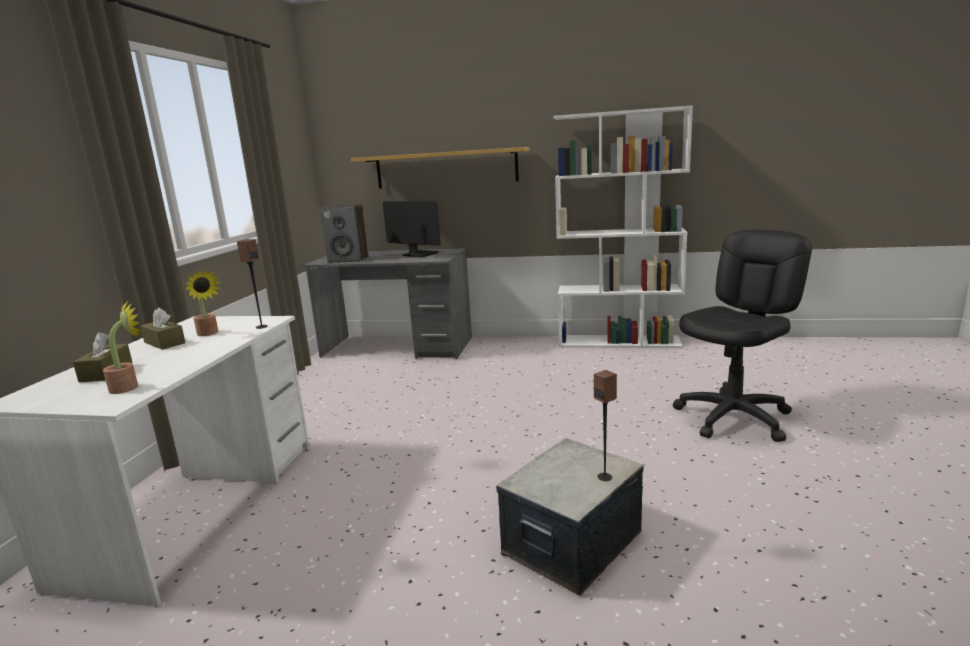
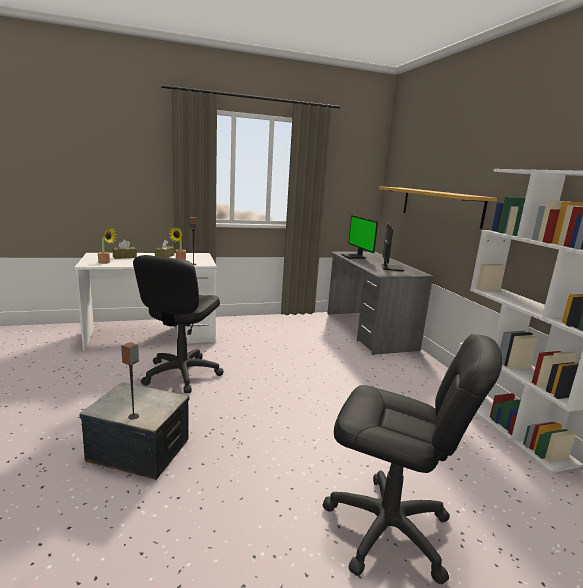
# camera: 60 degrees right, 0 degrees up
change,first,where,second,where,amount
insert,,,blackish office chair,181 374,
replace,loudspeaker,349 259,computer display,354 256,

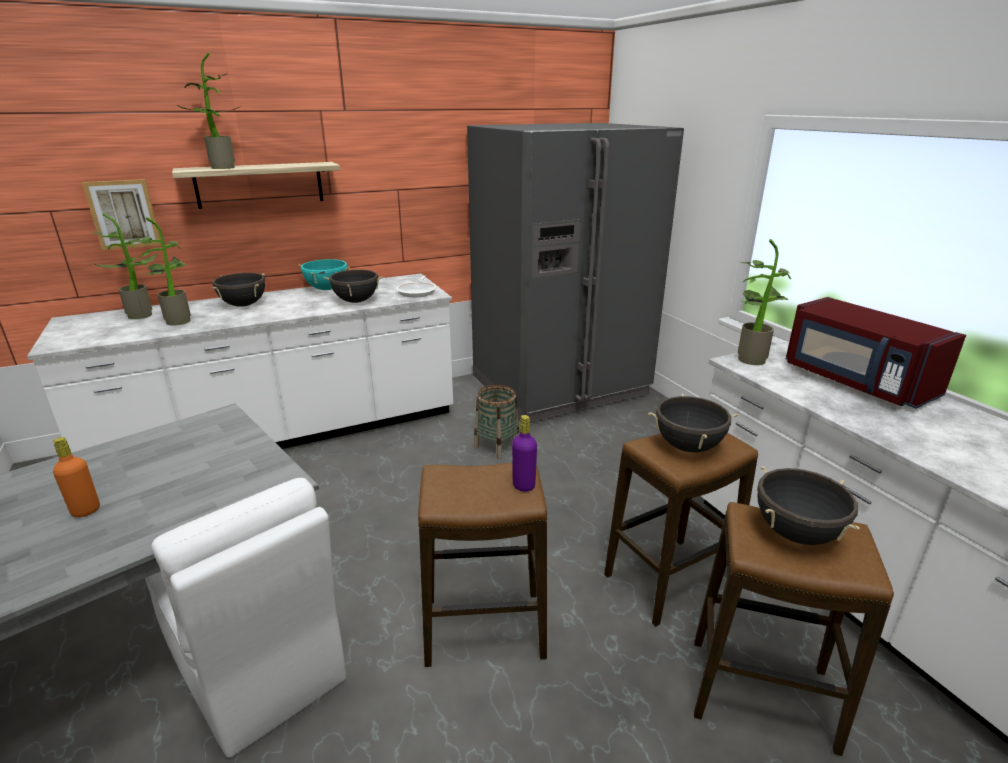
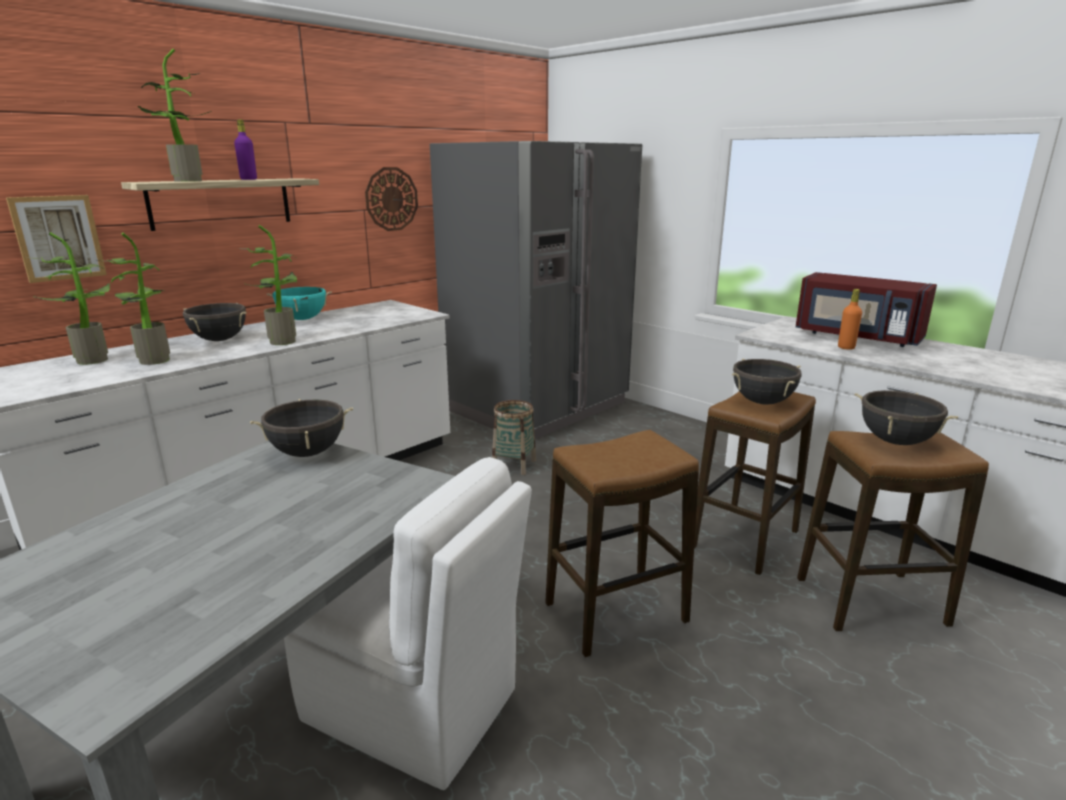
# camera: 20 degrees left, 5 degrees down
change,first,where,second,where,amount
move,purple-coloured beverage bottle,523 485,,248 179,
move,plant in a pot,749 358,,282 341,
move,blackish cooking pot,356 301,,308 453,
insert,,,clock on the wall,391 199,
move,orangey beverage bottle,86 510,,846 347,
delete,pan,417 291,,,

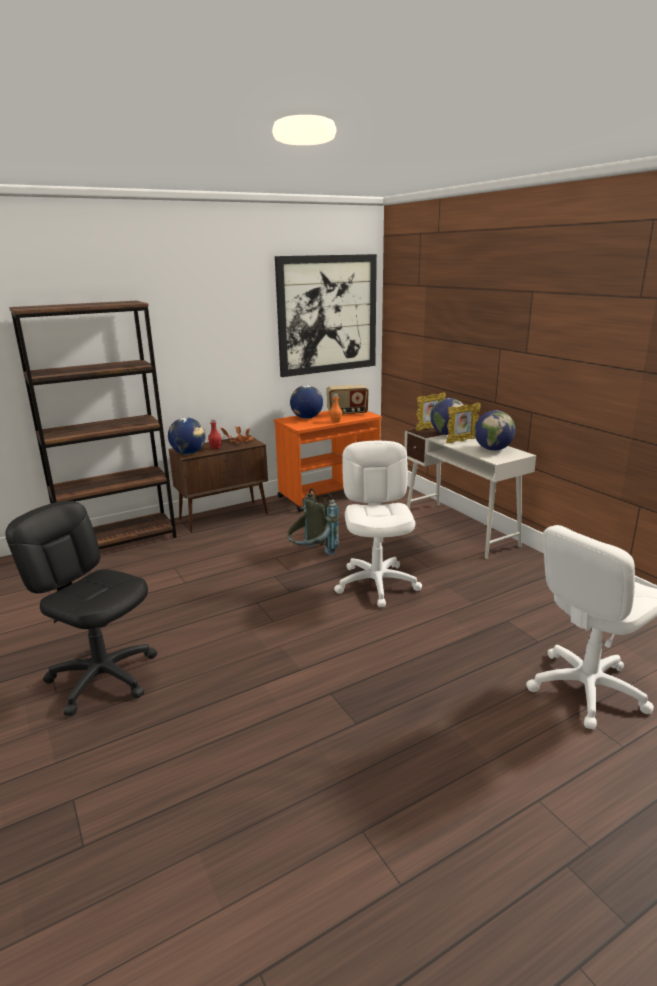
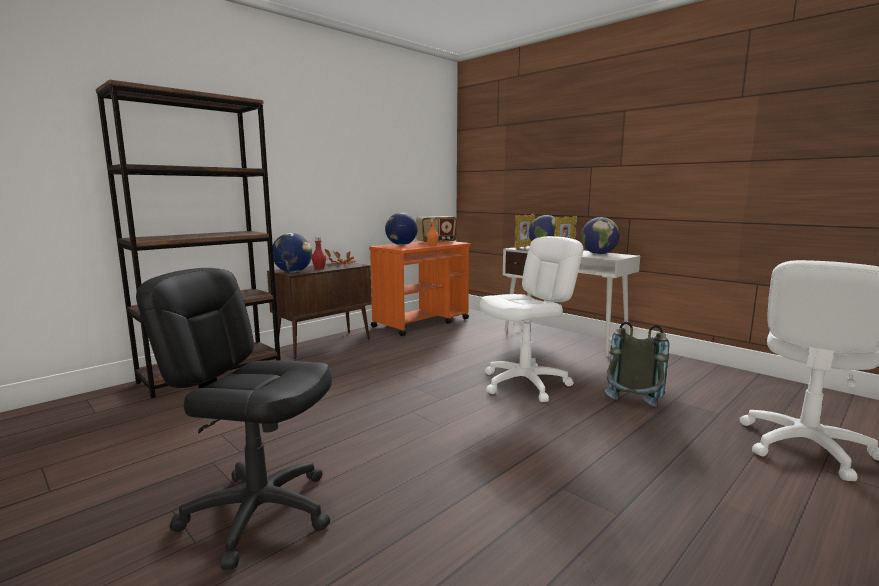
# camera: 15 degrees left, 10 degrees down
change,first,where,second,where,amount
rotate,white-coloured office chair,377 584,,525 384,75 degrees clockwise
move,grey rucksack,311 555,,632 409,
delete,wall picture,327 314,,,

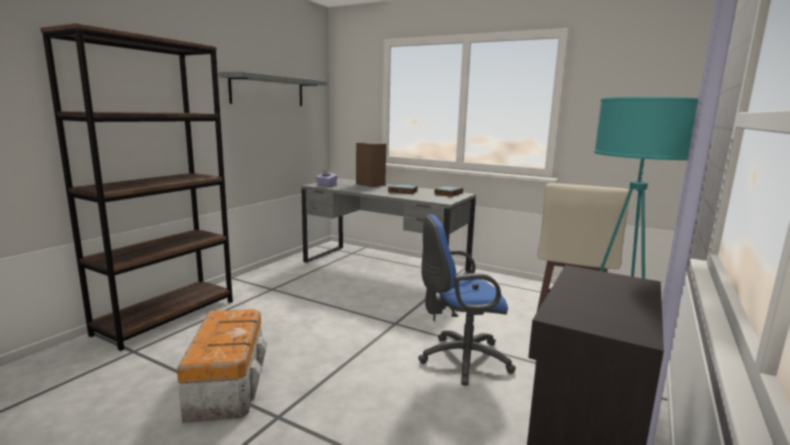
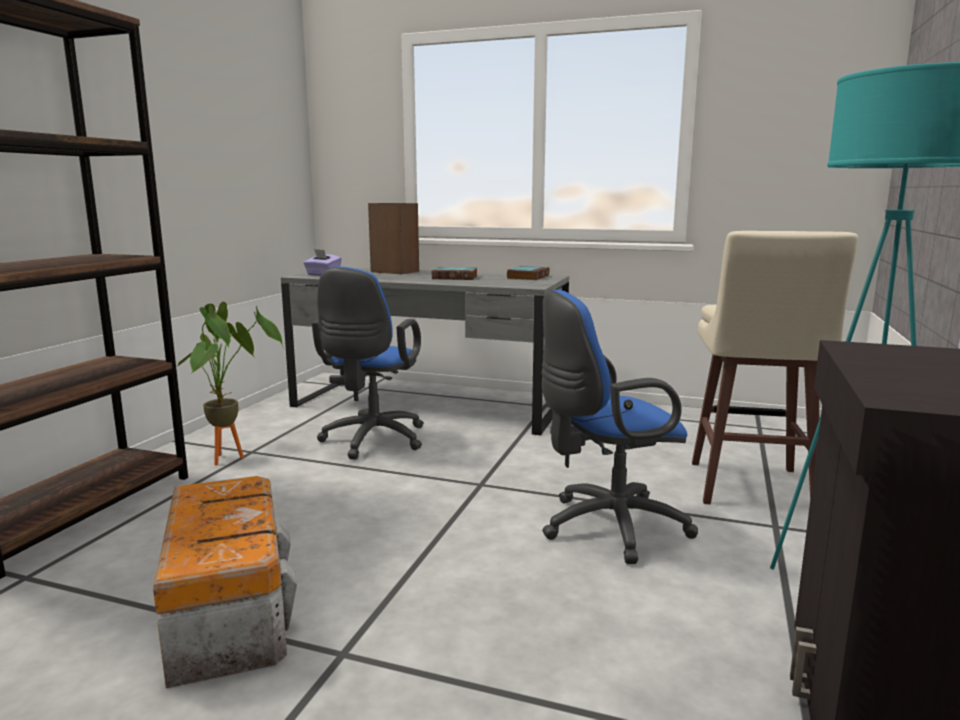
# camera: 10 degrees left, 0 degrees up
change,first,where,second,where,amount
insert,,,plant in a pot,232 456,
insert,,,blue office chair,371 441,
delete,grey bracket shelf,268 91,,,

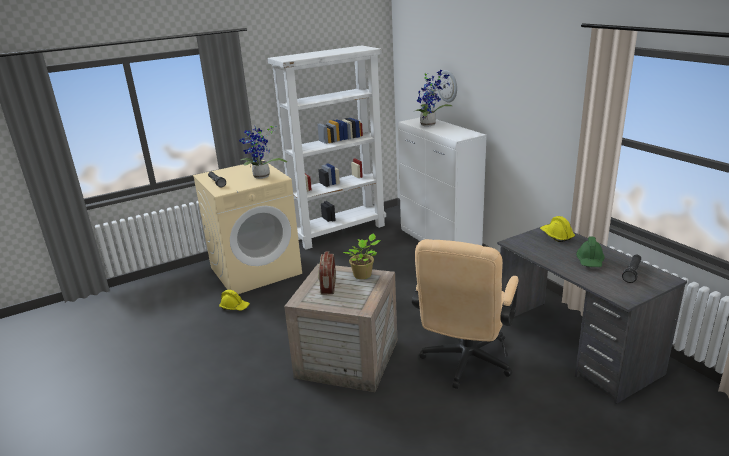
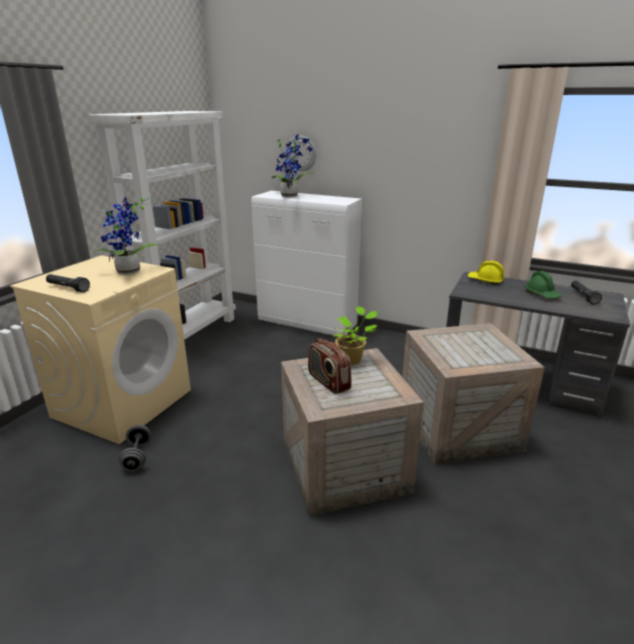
# camera: 35 degrees left, 0 degrees up
change,first,where,second,where,amount
replace,yellow safety helmet,235 307,grey free weight,137 456,
replace,beige-coloured office chair,464 363,shipping crate,457 428,

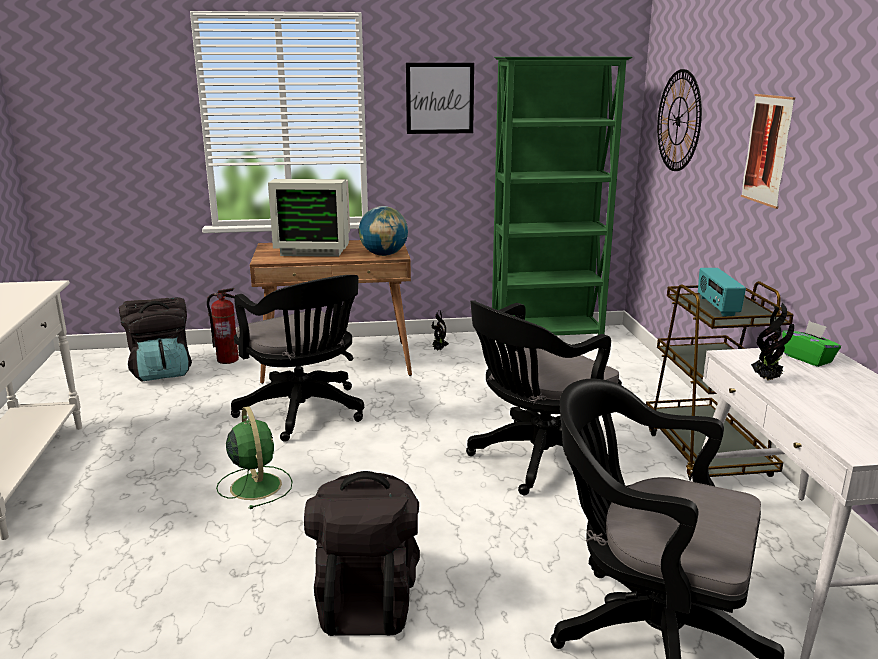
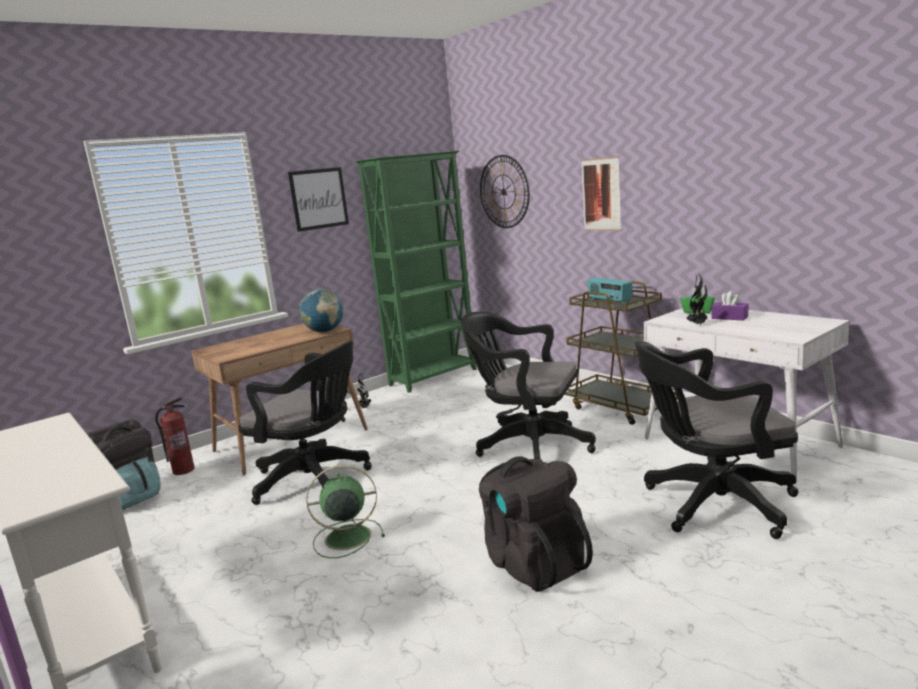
# camera: 30 degrees left, 5 degrees down
change,first,where,second,where,amount
rotate,green-coloured electric fan,255 485,,346 538,45 degrees counterclockwise
rotate,blackish office chair,536 460,,529 446,90 degrees clockwise
insert,,,purple-coloured box of tissues,729 317,
delete,computer display,315 249,,,

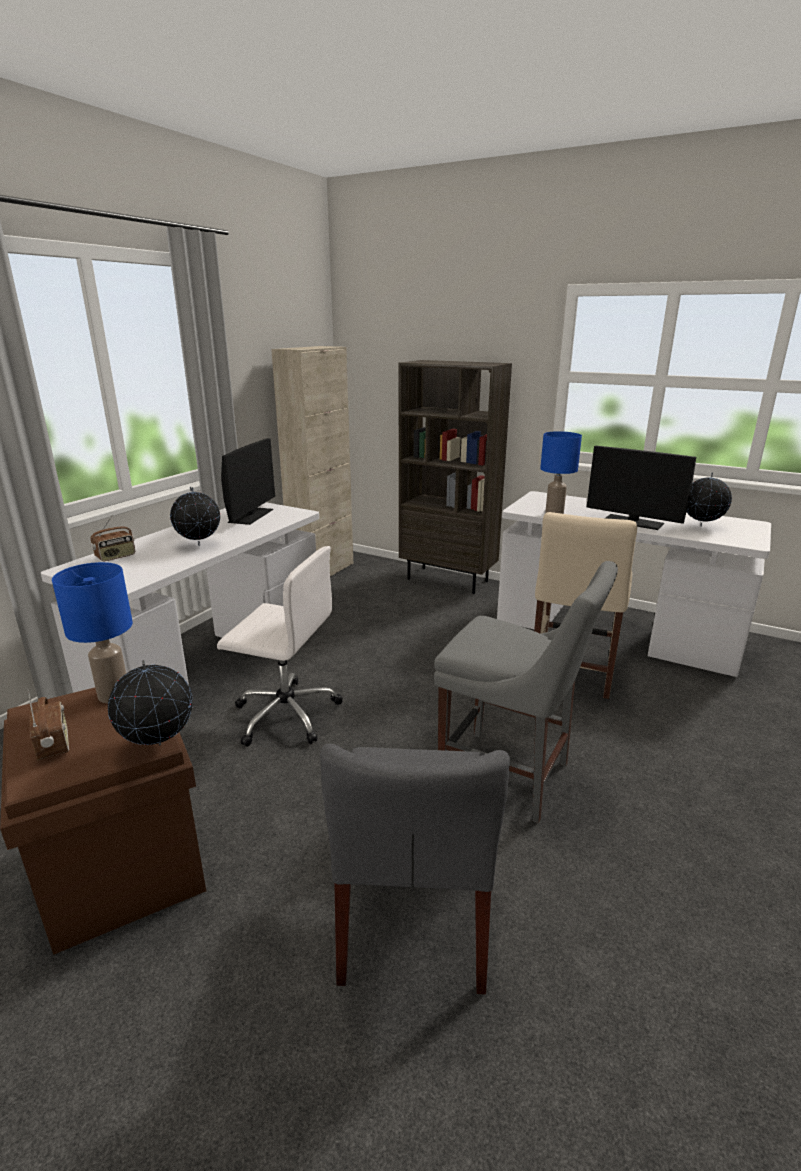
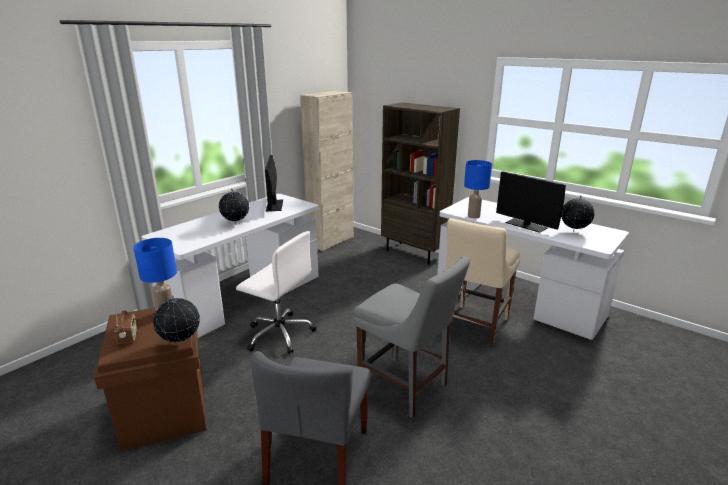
# camera: 10 degrees right, 0 degrees up
change,first,where,second,where,amount
rotate,computer display,251 516,,274 205,150 degrees clockwise
delete,radio set,116 557,,,

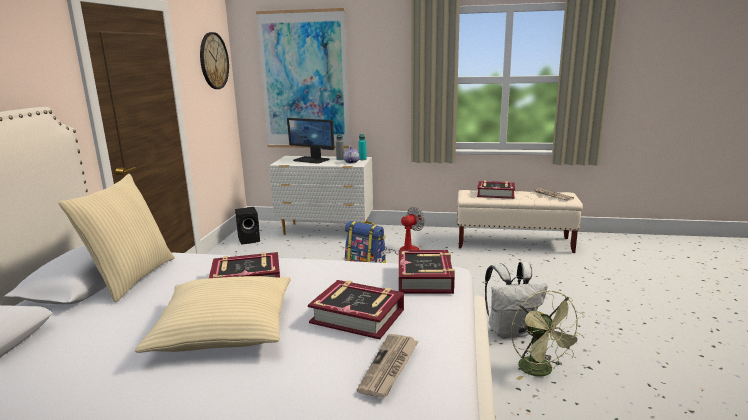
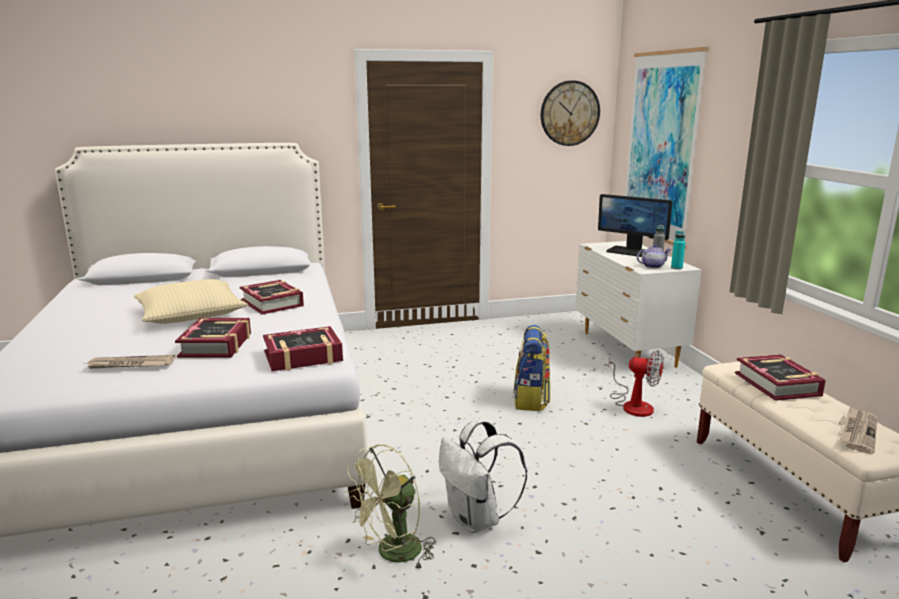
# camera: 65 degrees right, 0 degrees up
change,first,where,second,where,amount
rotate,computer display,312 160,,631 251,60 degrees counterclockwise
delete,beige-coloured pillow,131 278,,,
delete,blackish loudspeaker,250 239,,,

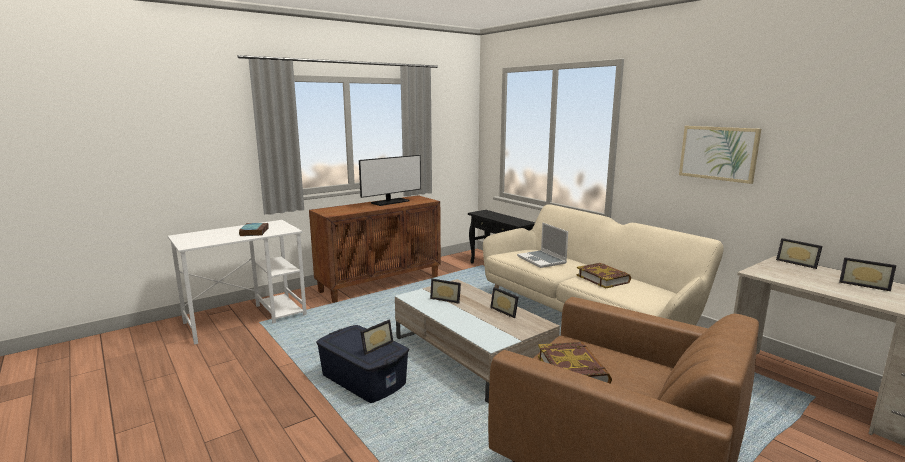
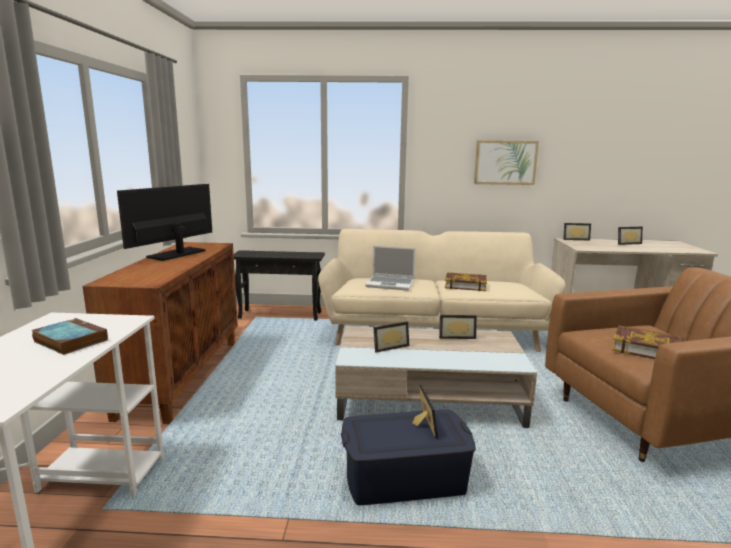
# camera: 50 degrees left, 0 degrees up
change,first,where,second,where,amount
rotate,computer display,390 202,,176 254,150 degrees counterclockwise

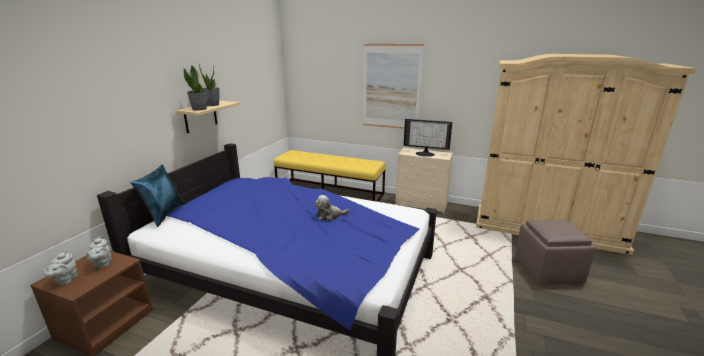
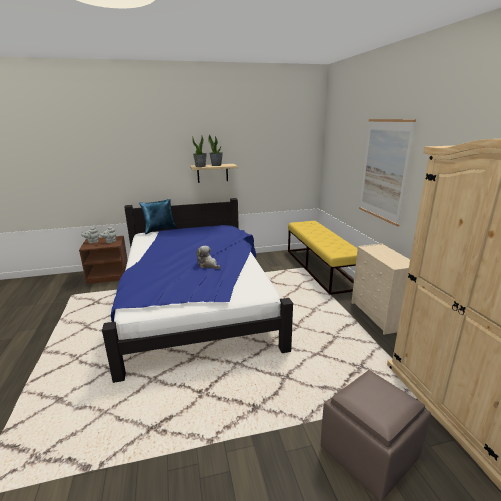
# camera: 55 degrees right, 0 degrees up
change,first,where,second,where,amount
delete,computer display,425 153,,,

